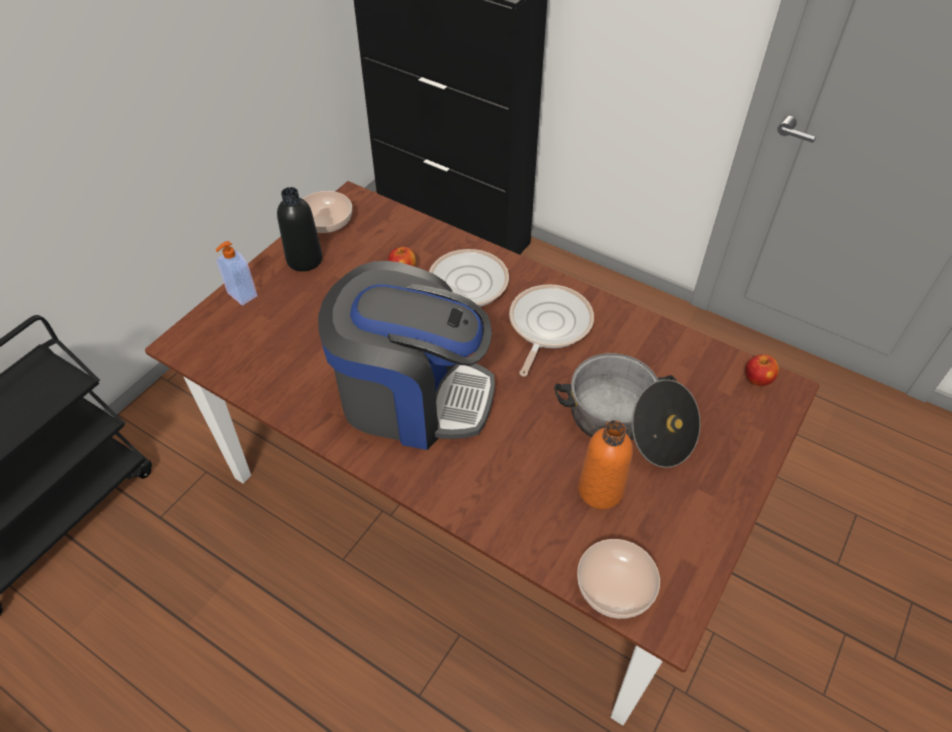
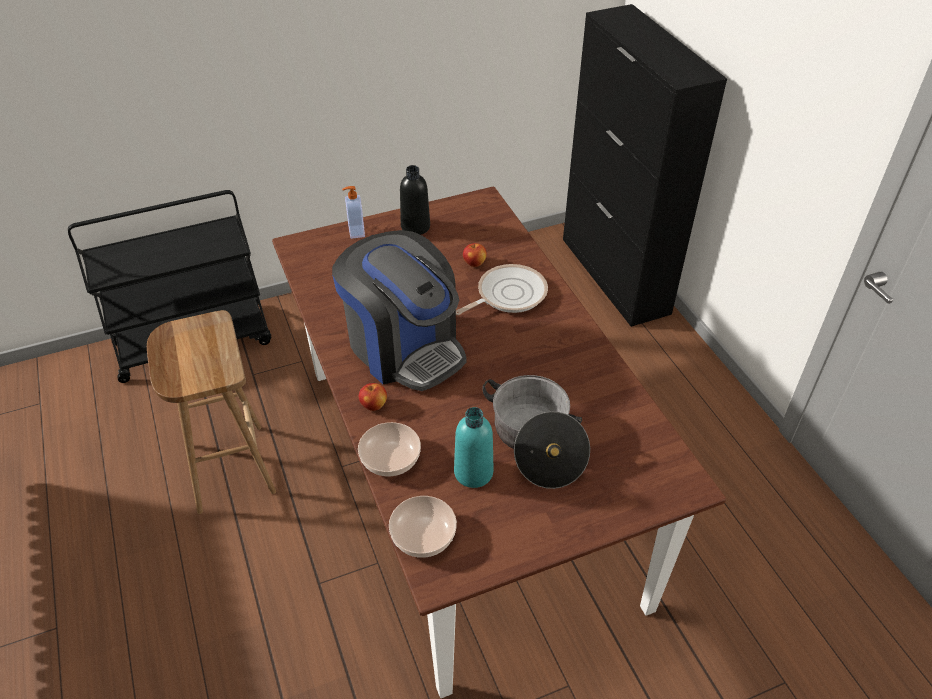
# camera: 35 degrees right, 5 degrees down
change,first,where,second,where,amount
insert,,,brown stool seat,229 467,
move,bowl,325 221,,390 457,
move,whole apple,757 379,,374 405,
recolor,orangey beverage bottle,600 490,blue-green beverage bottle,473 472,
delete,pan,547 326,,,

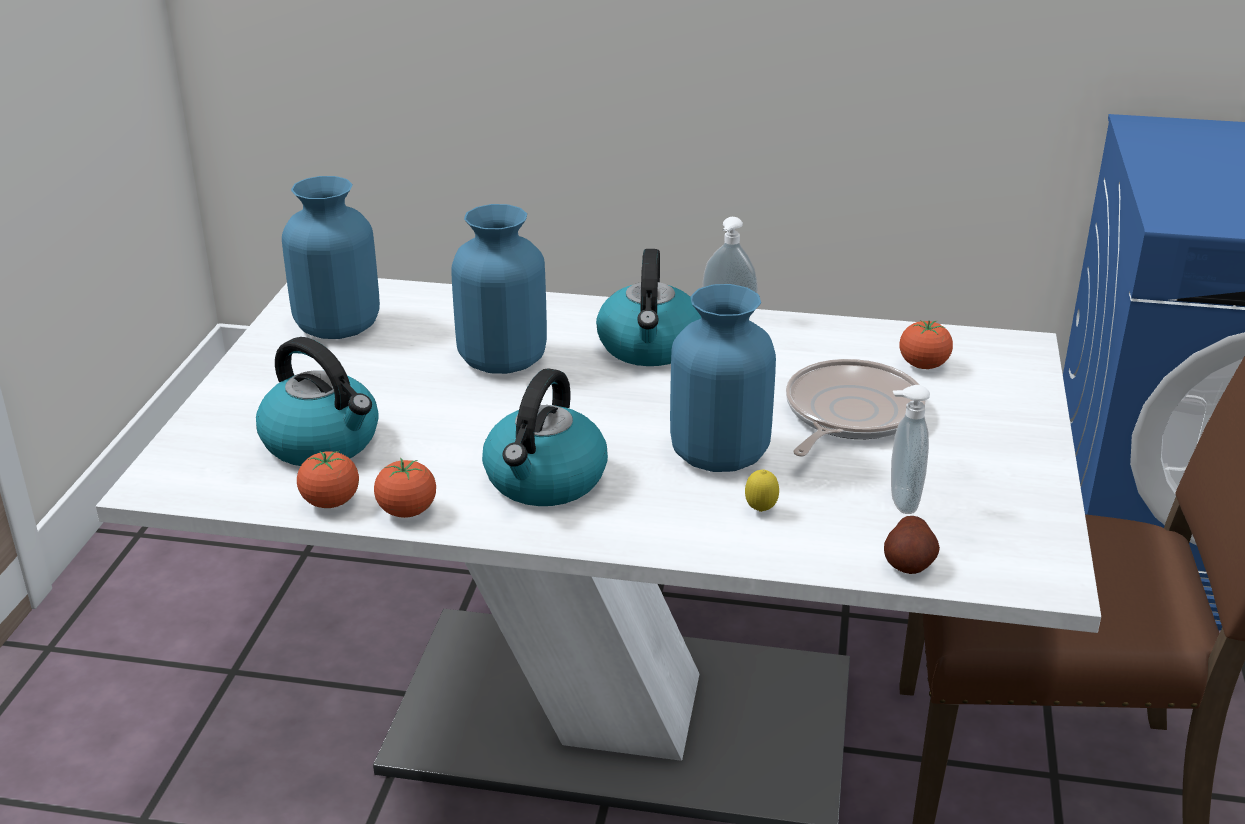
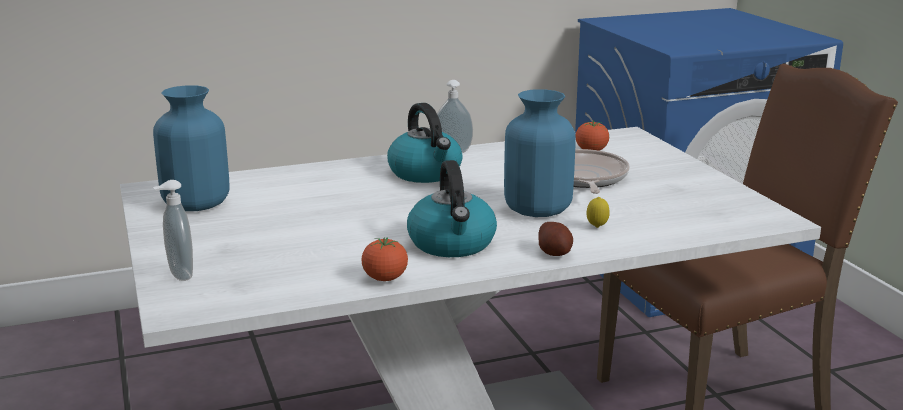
# camera: 30 degrees left, 10 degrees down
change,first,where,second,where,amount
move,liquid soap bottle,900 501,,178 275,
move,potato,909 563,,554 253,
delete,tea kettle,323 442,,,
delete,fresh tomato,330 502,,,
delete,blue decorative vase,502 359,,,

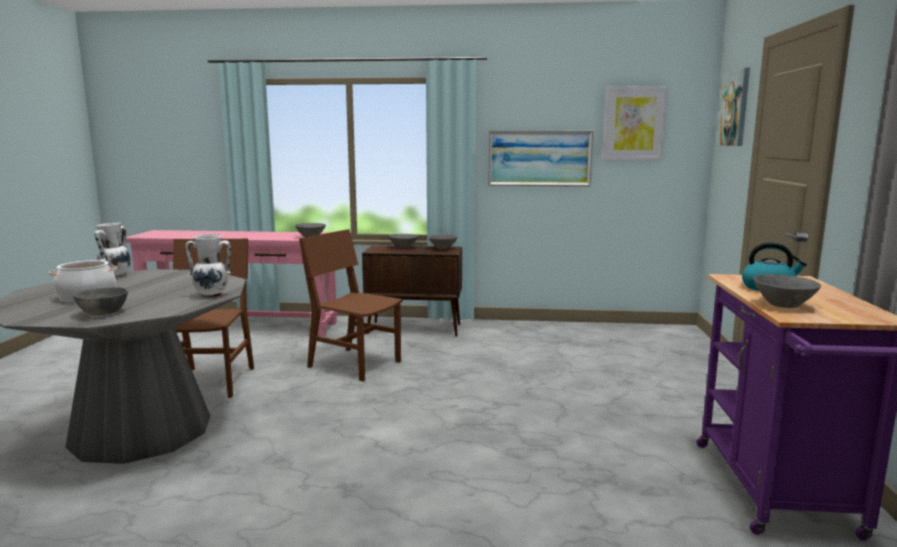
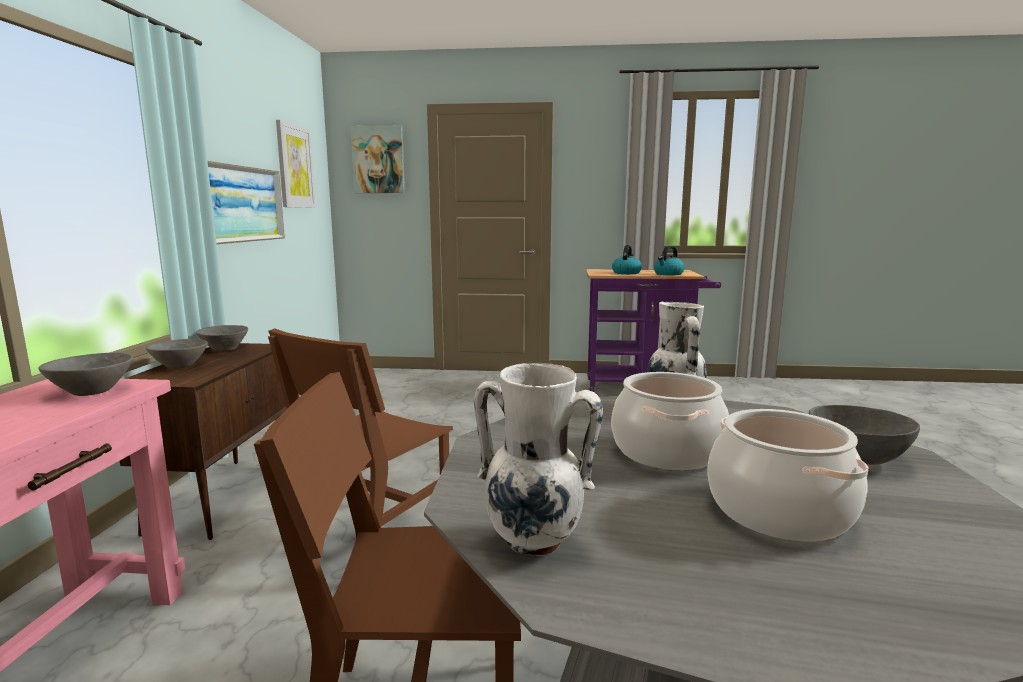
# camera: 90 degrees left, 0 degrees up
change,first,where,second,where,amount
insert,,,cooking pot,666 451,
replace,grey bowl,783 305,tea kettle,668 274,

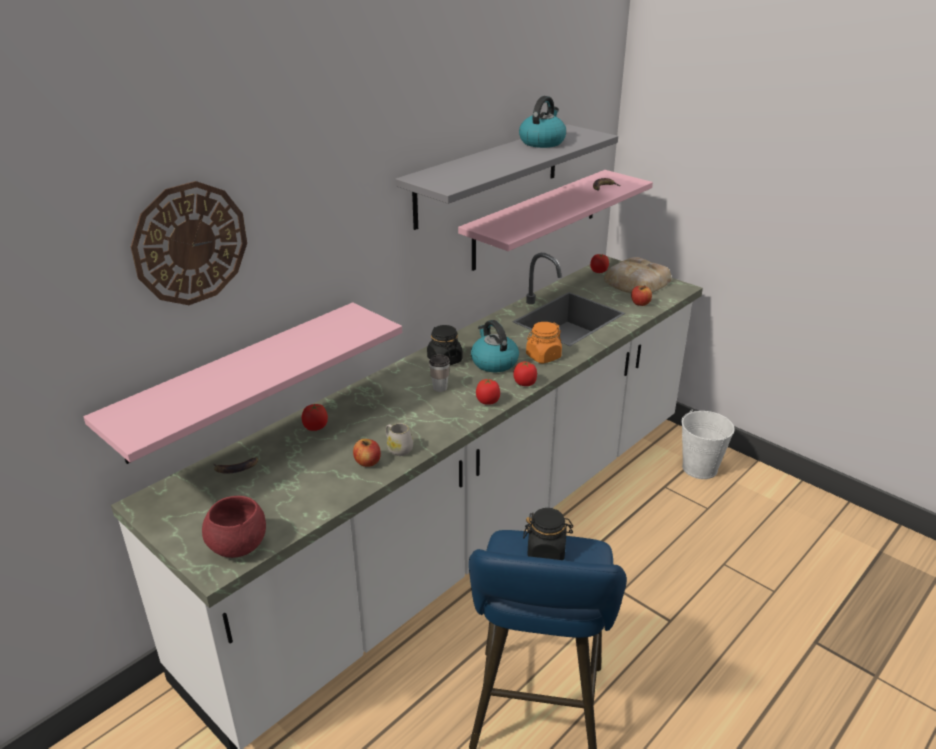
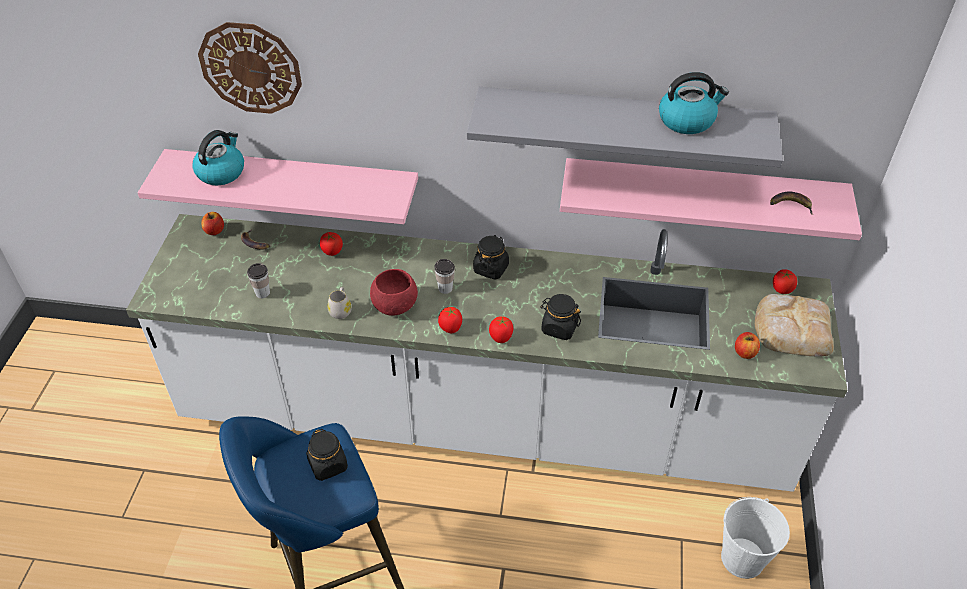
# camera: 55 degrees right, 15 degrees up
change,first,where,second,where,amount
move,tea kettle,493 362,,221 172,
move,whole apple,367 462,,214 231,
insert,,,cup,262 293,
move,red-coloured bowl,238 546,,394 306,
recolor,orangey jar,543 356,blackish jar,559 328,

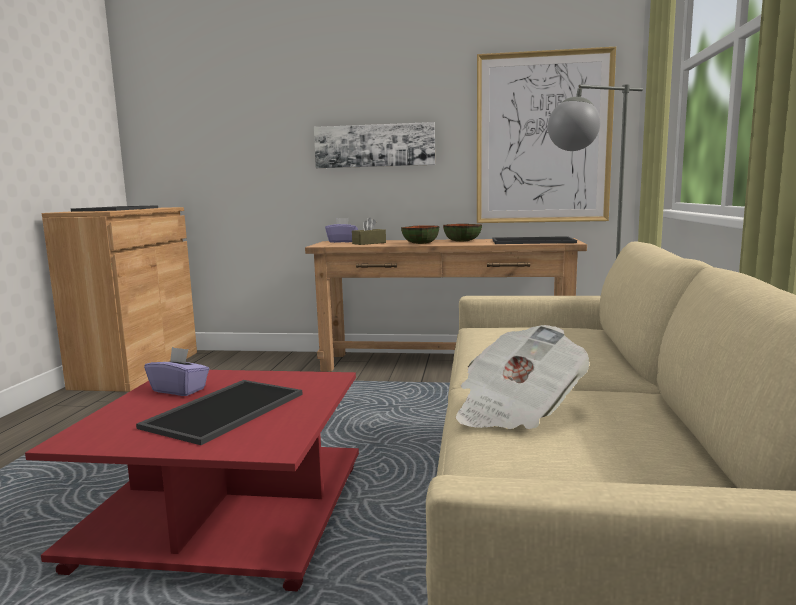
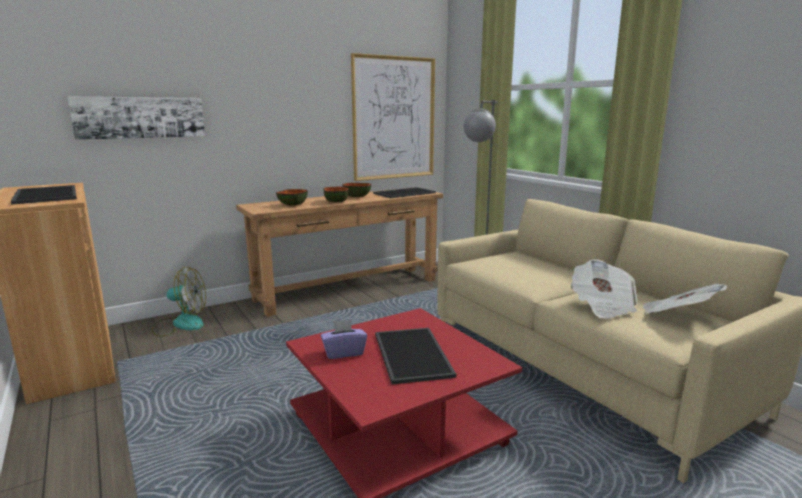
# camera: 40 degrees left, 5 degrees up
change,first,where,second,where,amount
move,wall picture,374 146,,140 117,
insert,,,electric fan,180 324,
replace,brown box of tissues,369 243,bowl,292 204,
insert,,,printed paper,677 316,
delete,purple-coloured box of tissues,342 241,,,

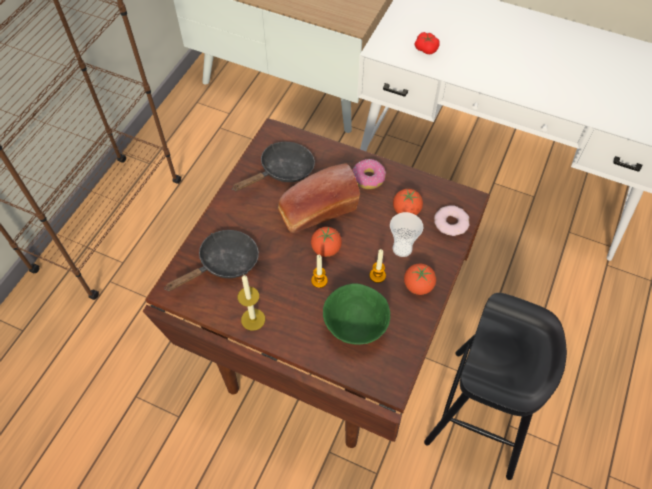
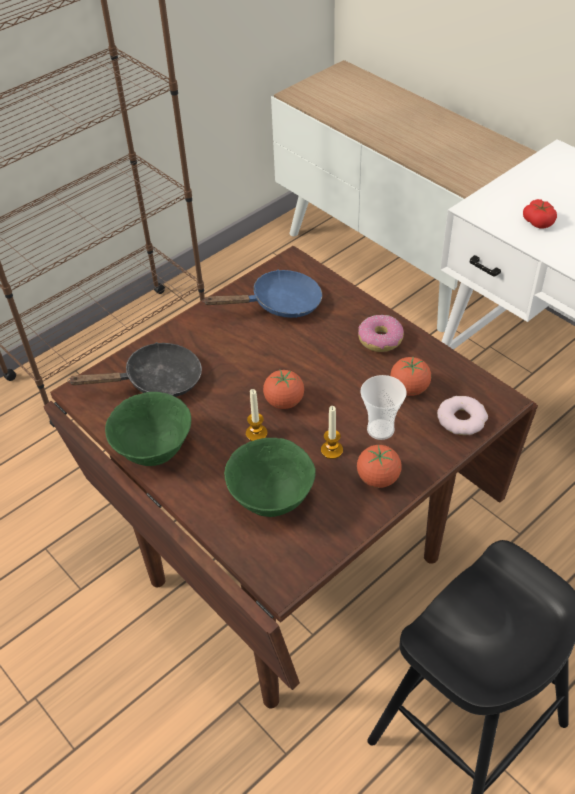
# camera: 25 degrees right, 10 degrees down
change,first,where,second,where,amount
replace,candle,253 319,green-coloured bowl,155 450,
recolor,blackish pan,283 171,blue pan,279 304,
delete,bakery bread,316 210,,,

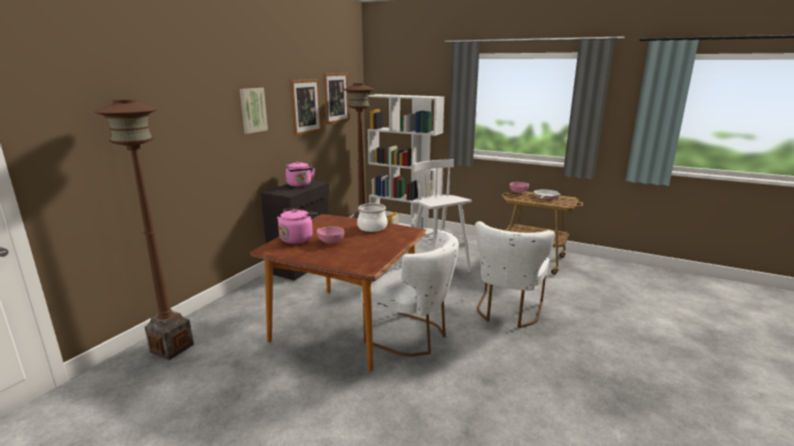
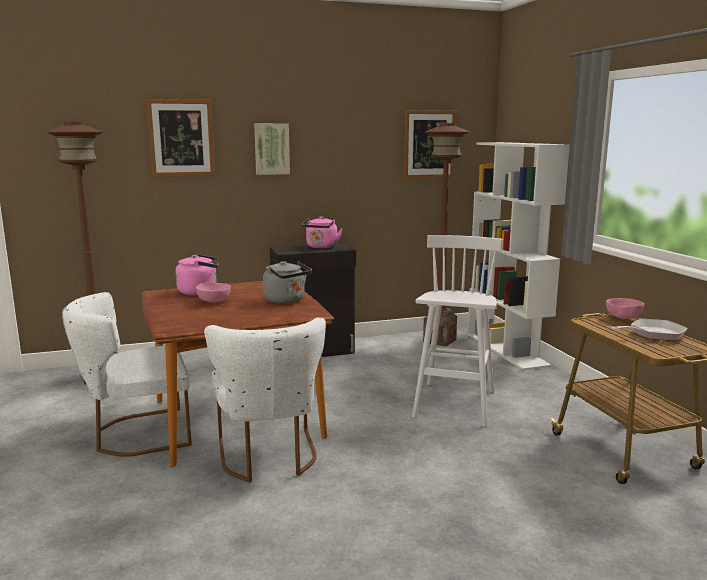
# camera: 45 degrees right, 5 degrees down
change,first,where,second,where,amount
move,white-coloured plain chair,507 312,,137 434,
move,wall picture,306 106,,181 138,
replace,cooking pot,372 227,grey tea kettle,286 301,

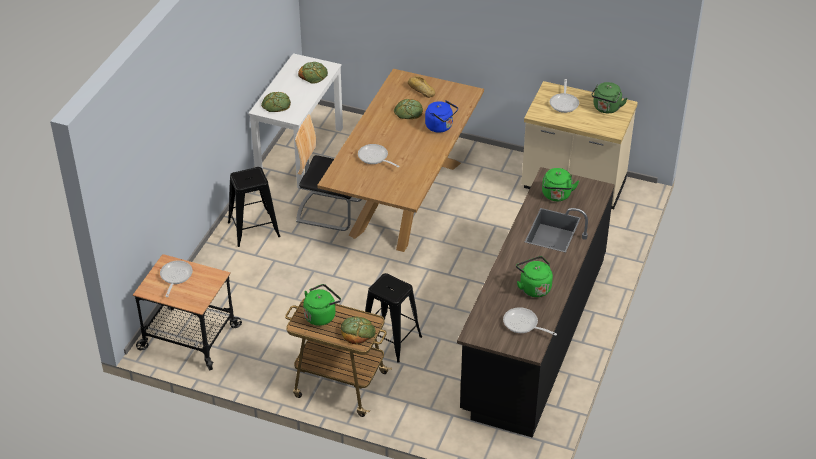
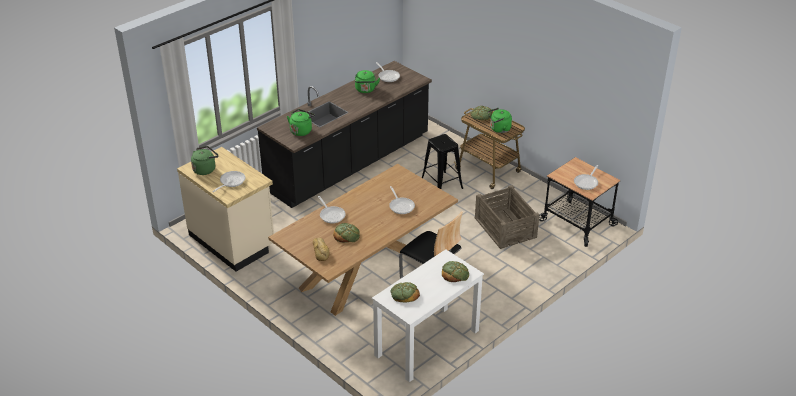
# camera: 155 degrees left, 5 degrees down
change,first,where,second,where,amount
replace,blue tea kettle,440 127,pan,331 215,
insert,,,shipping crate,505 227,
delete,blackish stool seat,253 229,,,

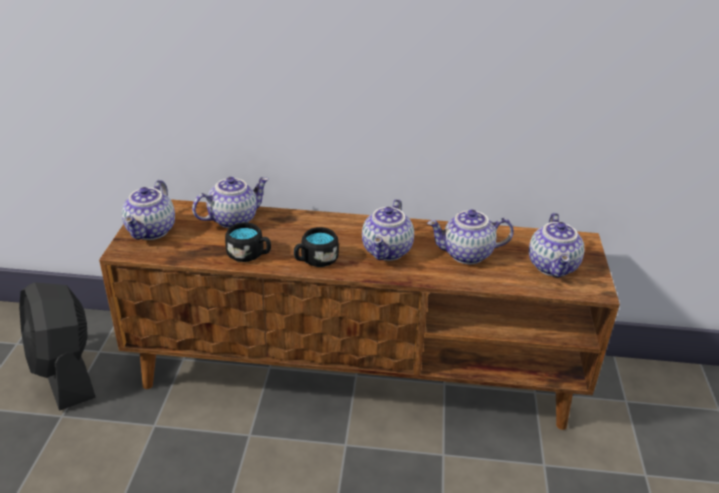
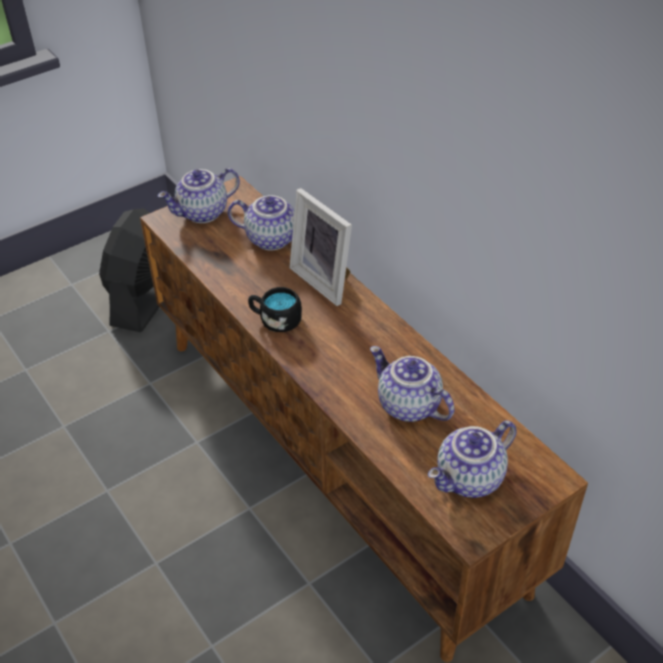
# camera: 50 degrees right, 10 degrees up
change,first,where,second,where,amount
insert,,,standing frame,325 280,
delete,blackish tea mug,250 255,,,
delete,pot for tea,388 251,,,

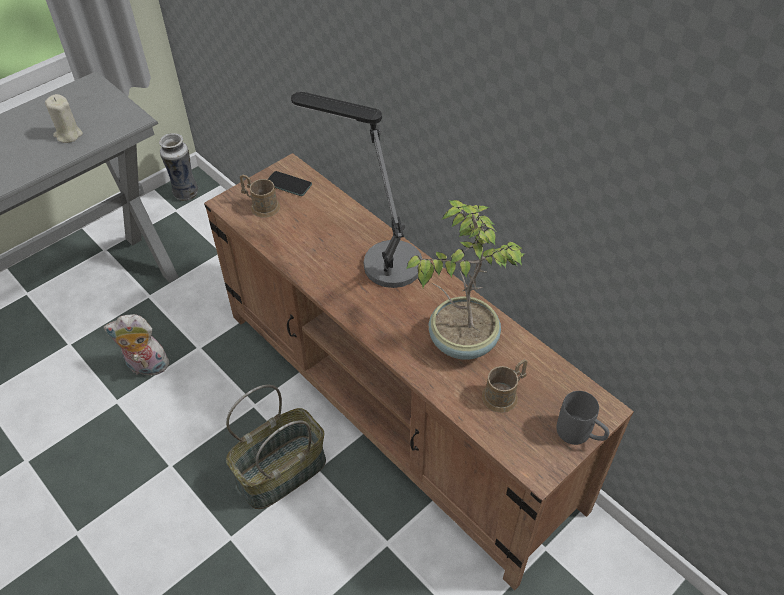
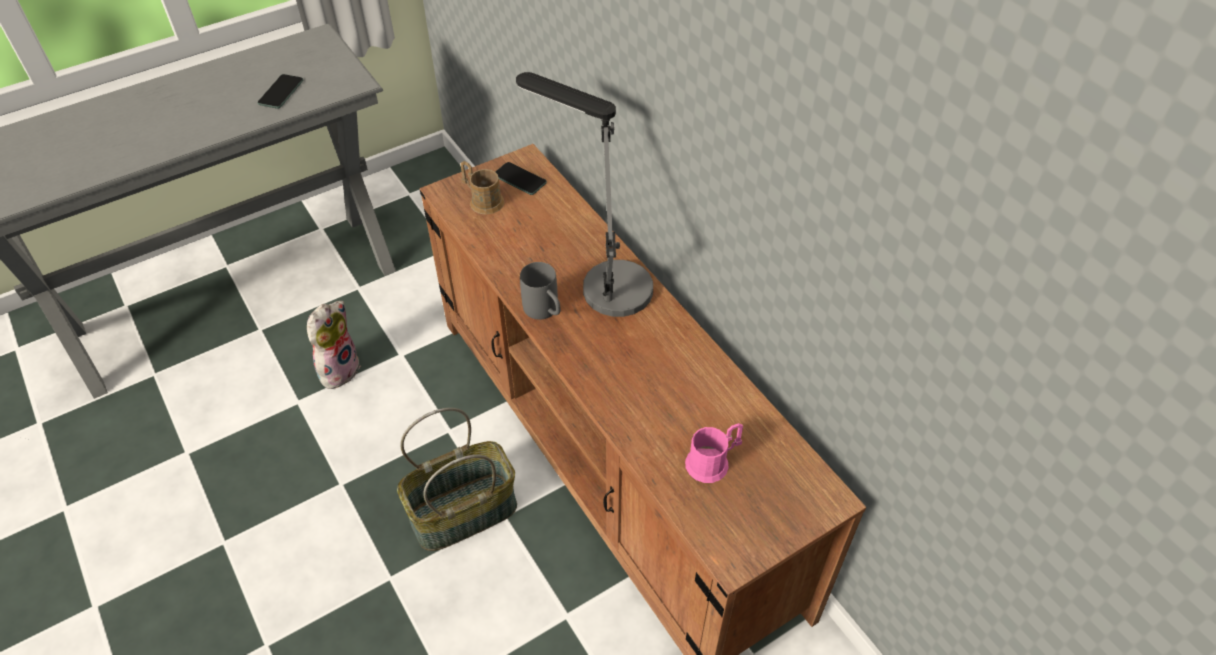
# camera: 10 degrees right, 0 degrees up
change,first,where,second,where,amount
replace,beige-coloured candle,68 135,telephone,281 92,
rotate,cuddly toy,146 367,,338 368,105 degrees clockwise
move,grey tea mug,580 435,,545 312,
recolor,brown tea mug,504 394,pink tea mug,713 462,
delete,decorative vase,185 193,,,
delete,plant in a pot,461 340,,,

